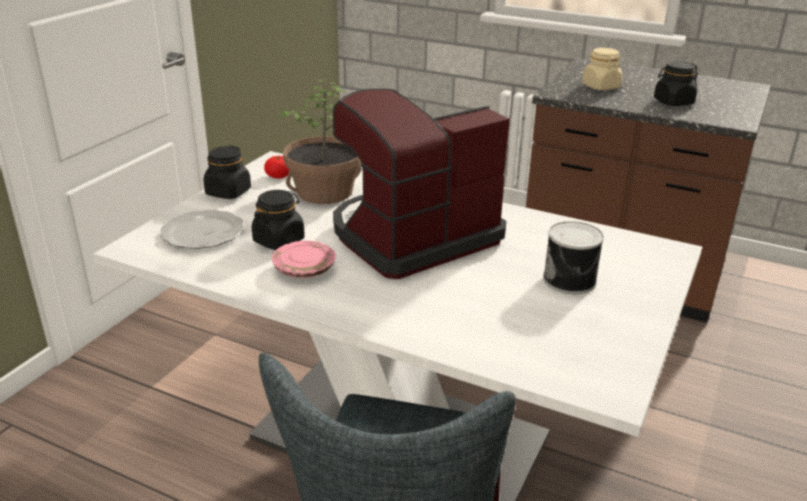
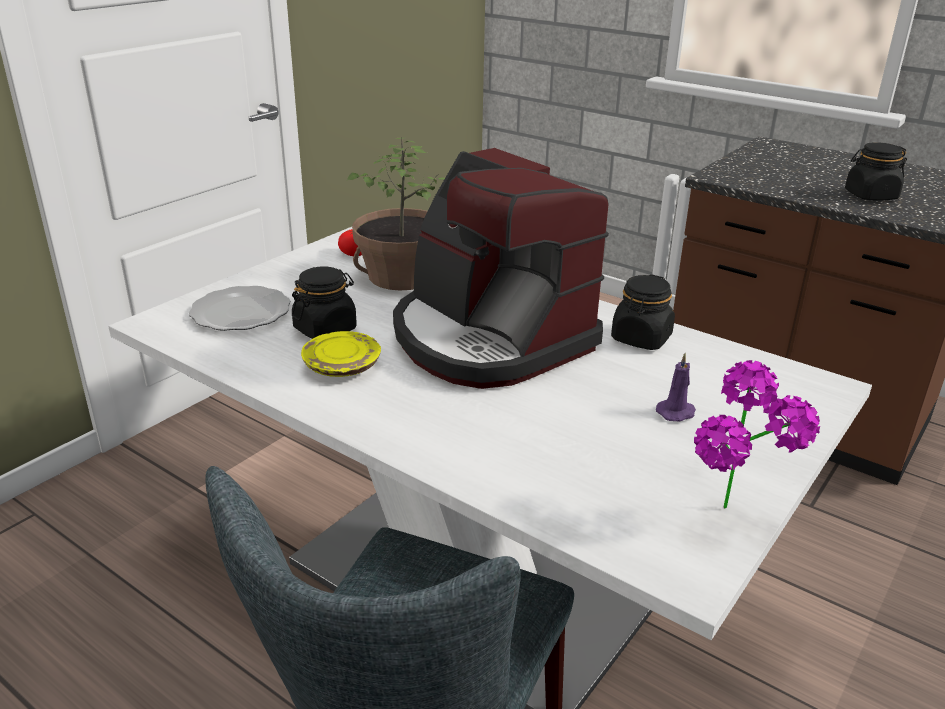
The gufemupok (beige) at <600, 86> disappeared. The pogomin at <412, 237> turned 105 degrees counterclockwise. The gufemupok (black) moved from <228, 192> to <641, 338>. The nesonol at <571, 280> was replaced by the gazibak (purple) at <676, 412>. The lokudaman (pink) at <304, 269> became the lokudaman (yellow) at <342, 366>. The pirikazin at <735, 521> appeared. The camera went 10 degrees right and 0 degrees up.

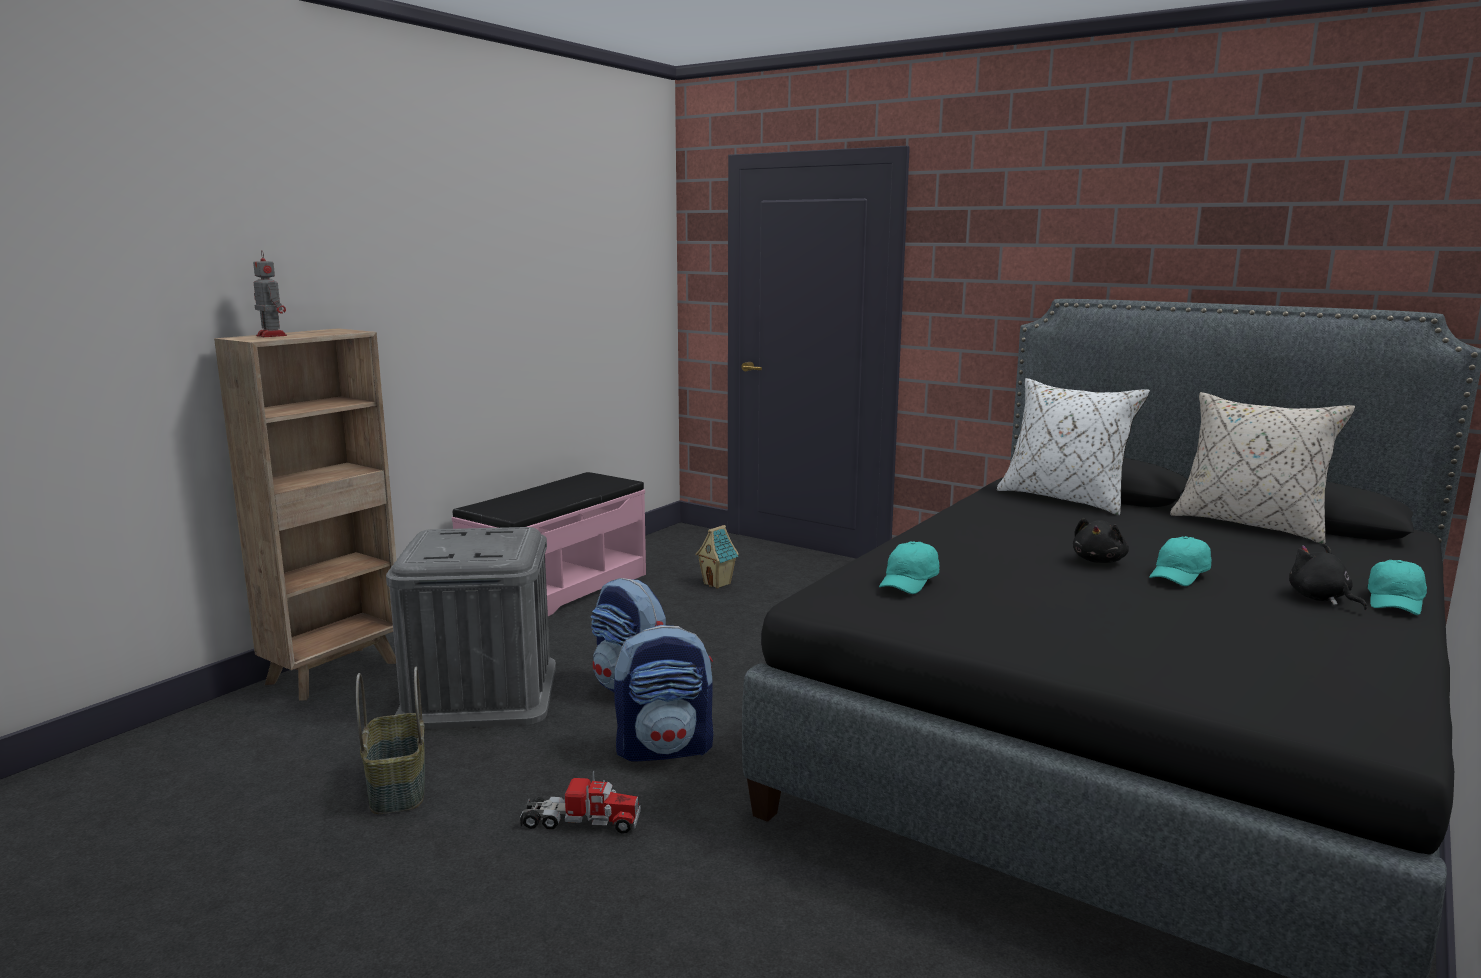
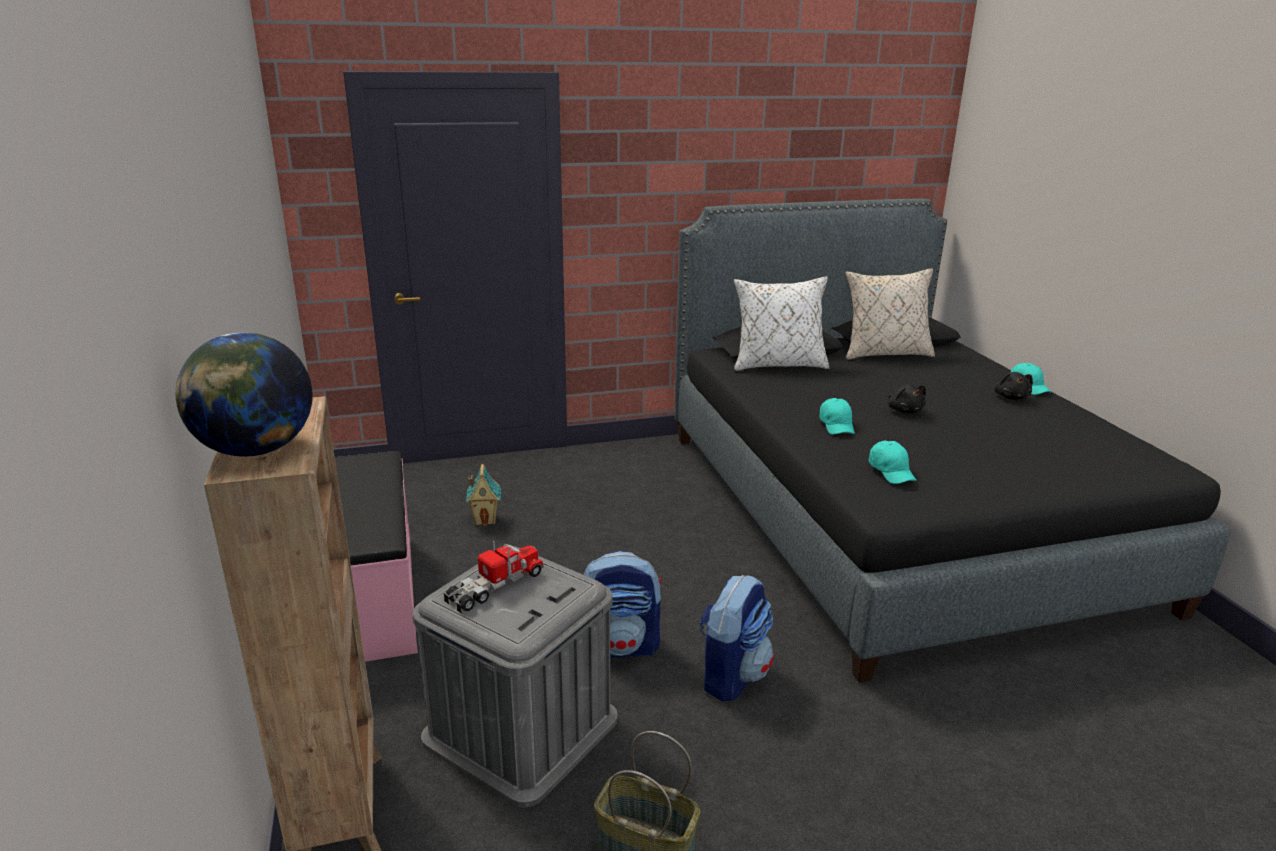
The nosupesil at <271, 335> was replaced by the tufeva at <255, 450>. The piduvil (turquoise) moved from <1179, 575> to <837, 425>. The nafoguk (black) at <1320, 599> turned 105 degrees counterclockwise. The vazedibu moved from <580, 822> to <495, 587>. The camera went 50 degrees left and 10 degrees up.

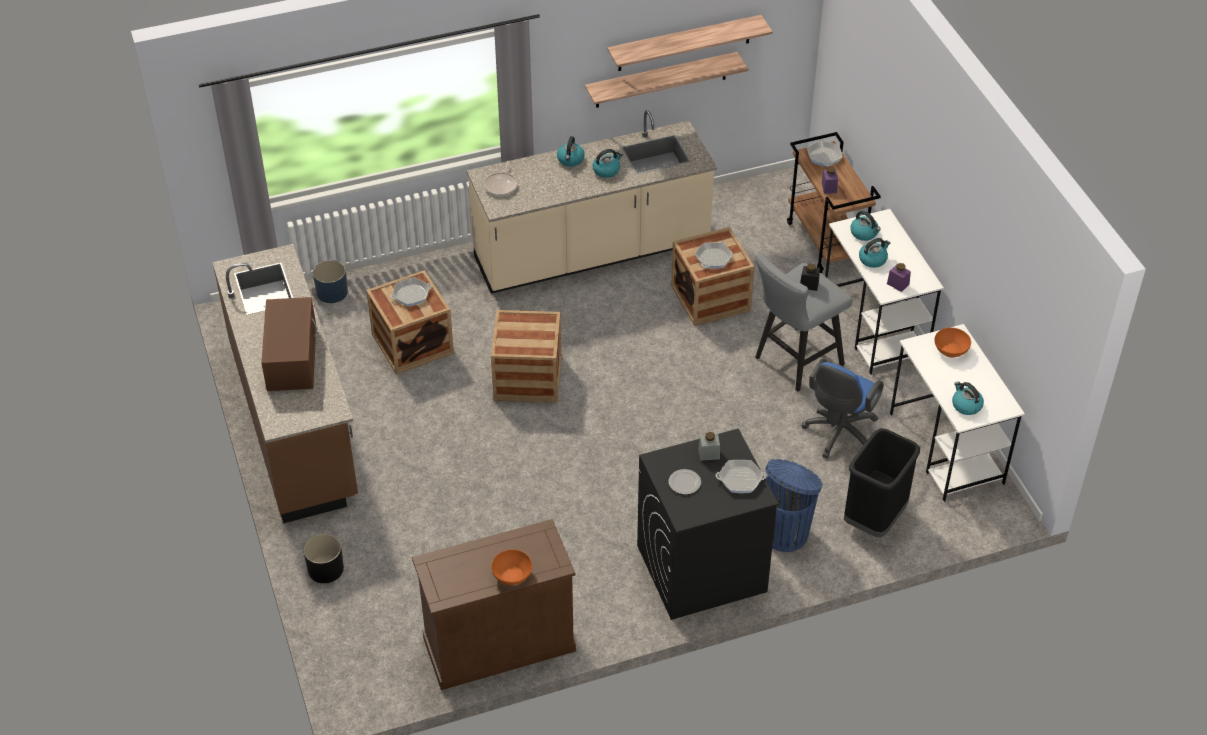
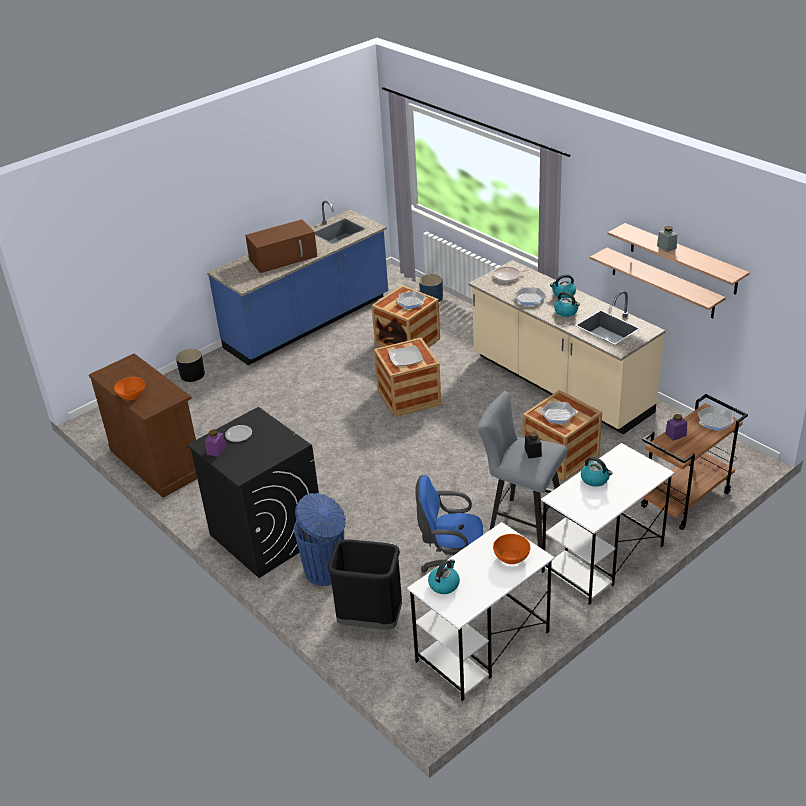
The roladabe at <864, 233> disappeared. The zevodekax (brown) at <295, 422> became the zevodekax (blue) at <308, 323>. The gufemupok (purple) moved from <898, 284> to <216, 450>. The gufemupok (grey) moved from <709, 454> to <666, 247>. The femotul moved from <740, 479> to <530, 299>. The lokudaman at <406, 357> appeared. The camera went 70 degrees right and 10 degrees down.

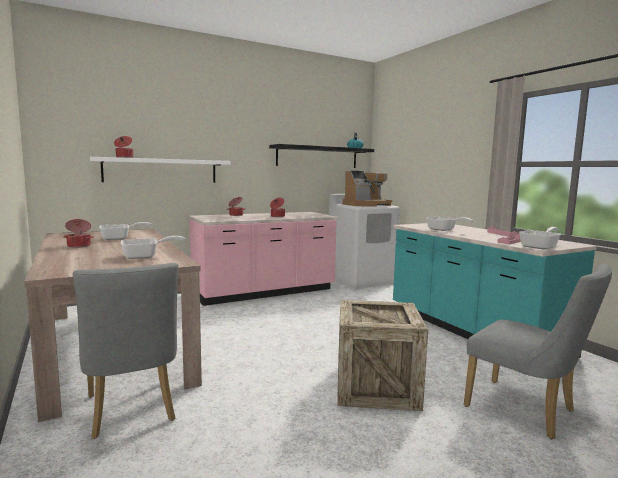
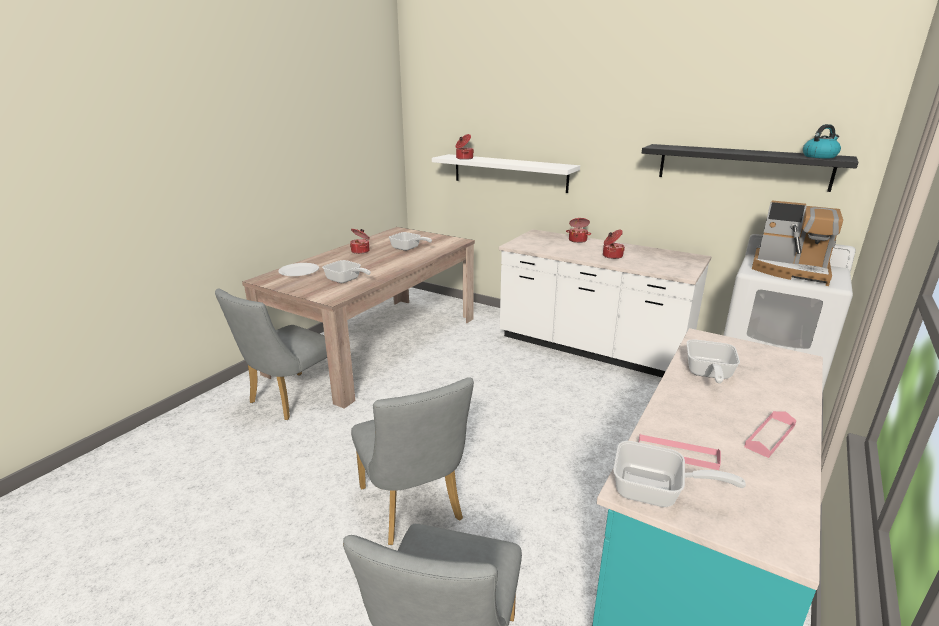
The zevodekax (pink) at <264, 292> became the zevodekax (white) at <592, 348>. The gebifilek at <376, 387> was replaced by the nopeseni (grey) at <414, 508>. The lokudaman (white) at <299, 271> appeared. The camera went 60 degrees right and 15 degrees up.

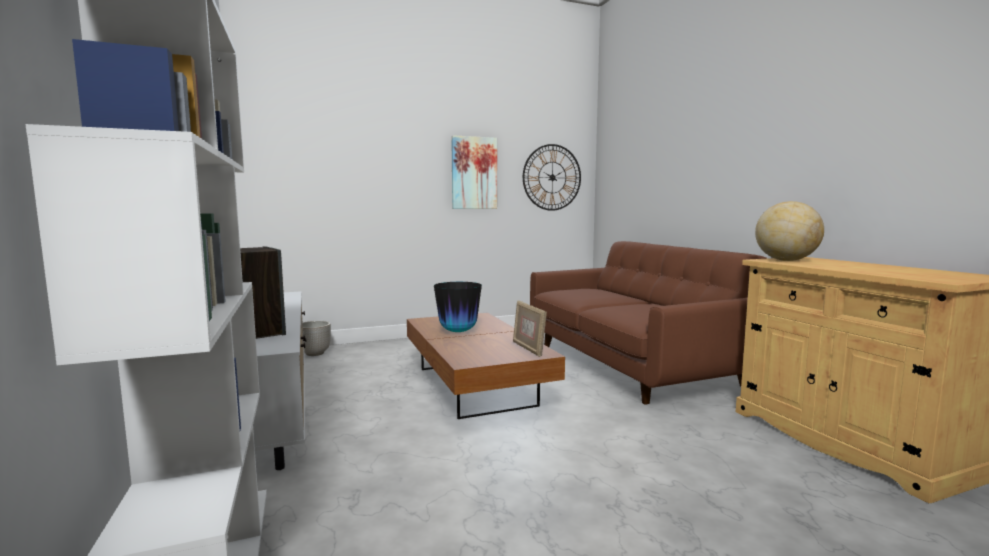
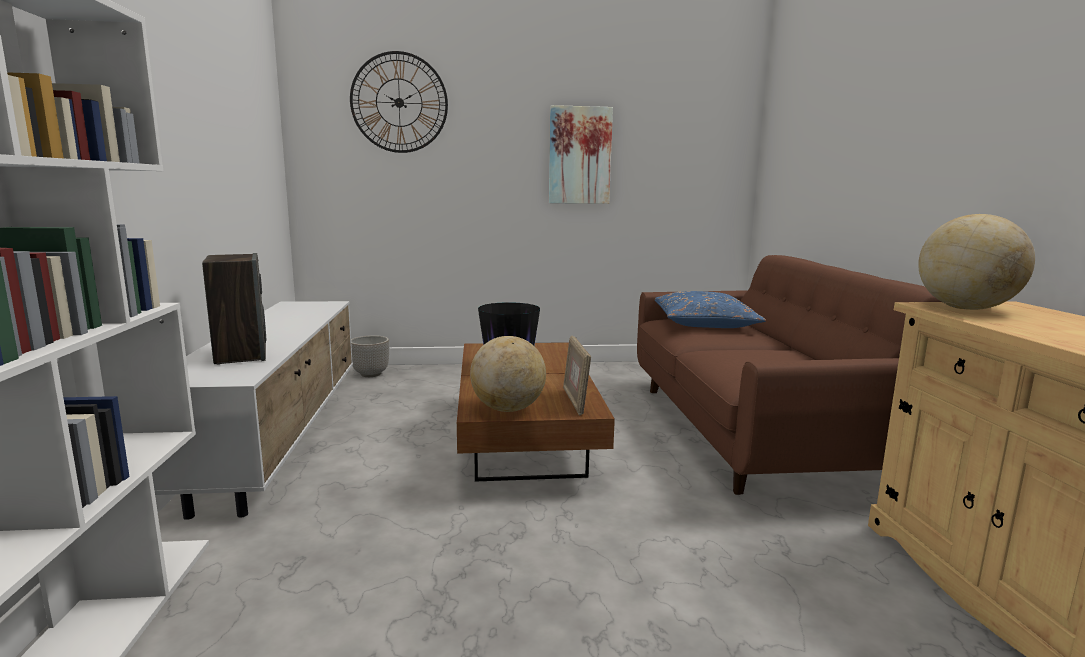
The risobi moved from <552, 177> to <399, 102>. The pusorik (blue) at <704, 323> appeared. The tufeva at <508, 409> appeared. The camera went 15 degrees right and 5 degrees up.

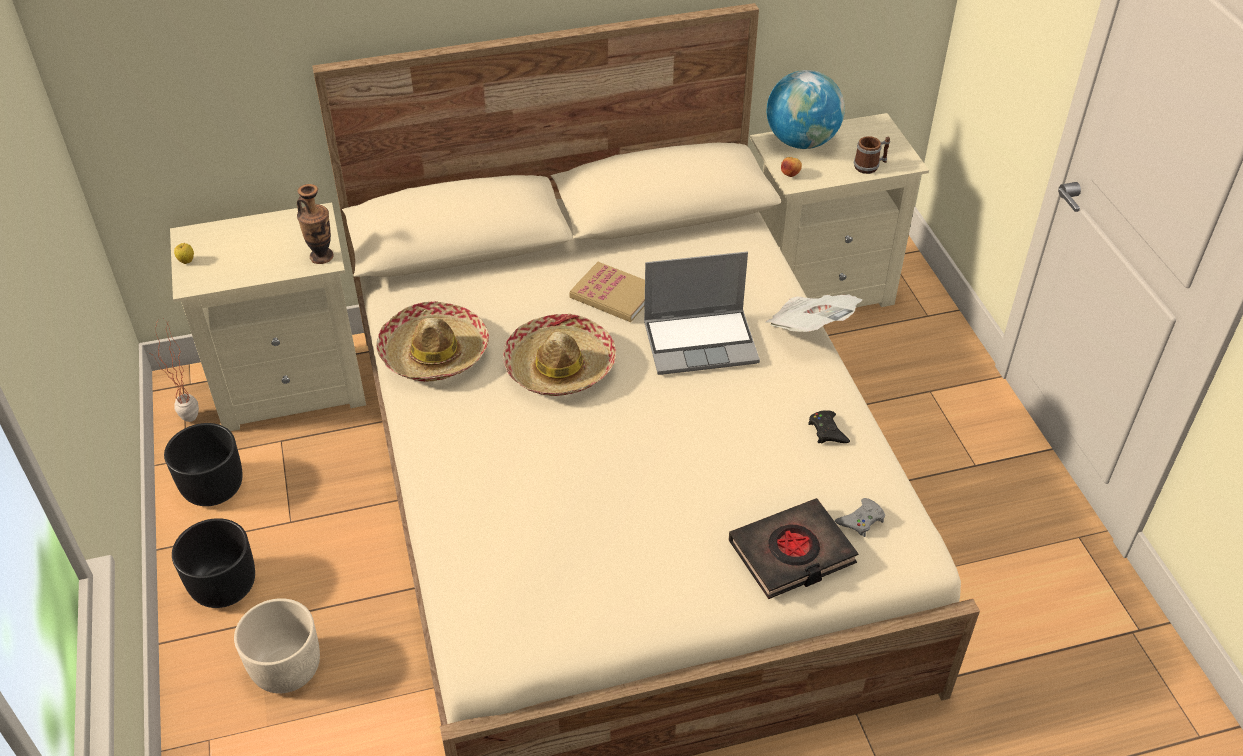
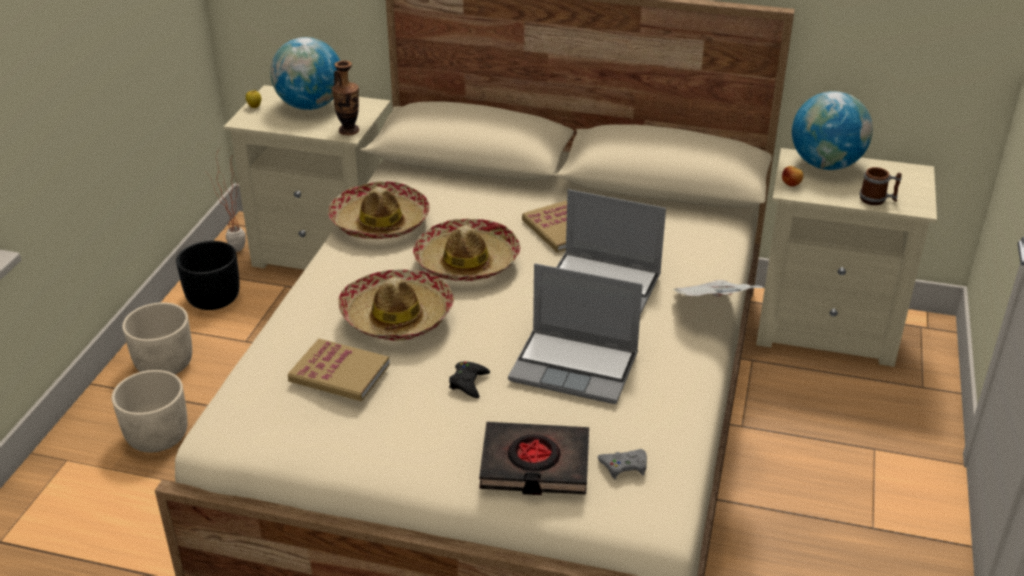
The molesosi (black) moved from <827, 431> to <468, 383>. The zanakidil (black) at <224, 585> became the zanakidil (beige) at <165, 364>. The tufeva at <310, 106> appeared. The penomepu at <576, 367> appeared. The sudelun at <397, 316> appeared. The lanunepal at <339, 373> appeared. The camera went 30 degrees right and 10 degrees down.

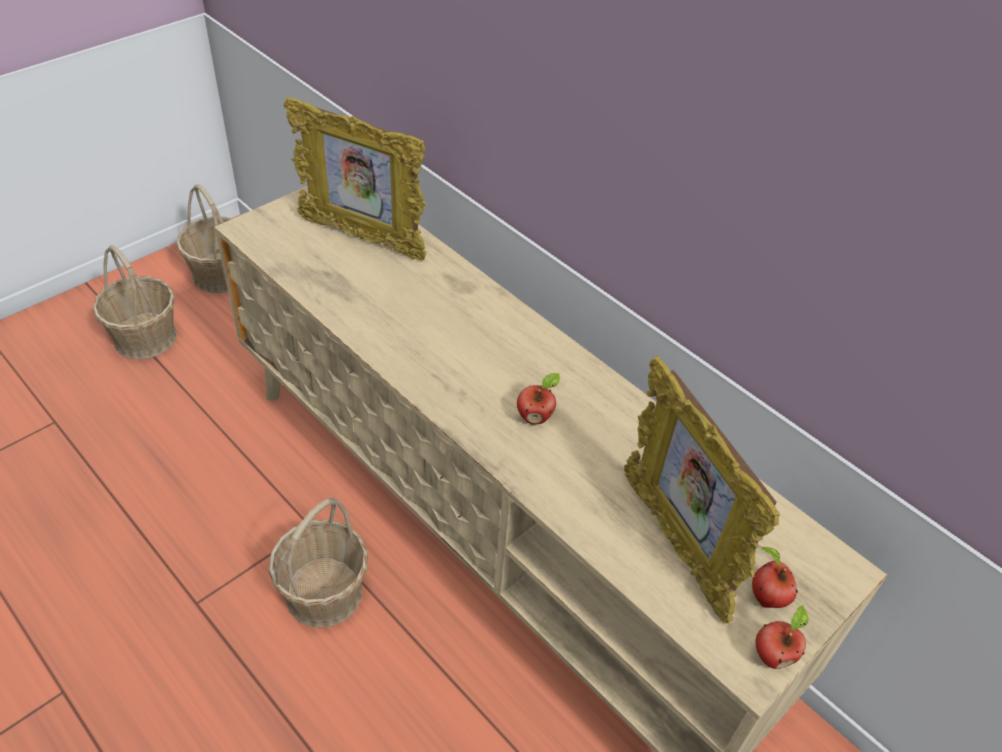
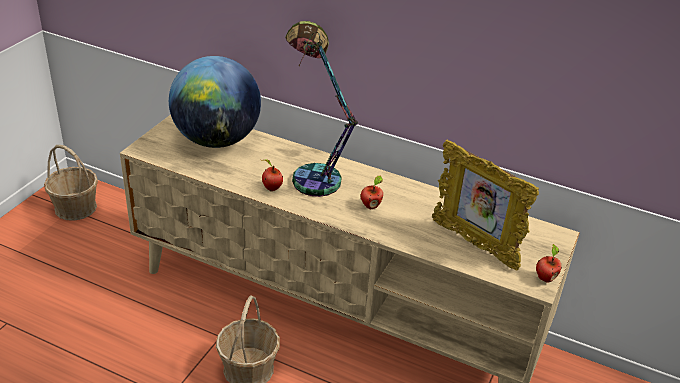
The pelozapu at <362, 238> was replaced by the tufeva at <217, 140>. The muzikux at <145, 337> disappeared. The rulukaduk moved from <765, 597> to <271, 188>. The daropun at <314, 173> appeared. The camera went 20 degrees left and 10 degrees down.

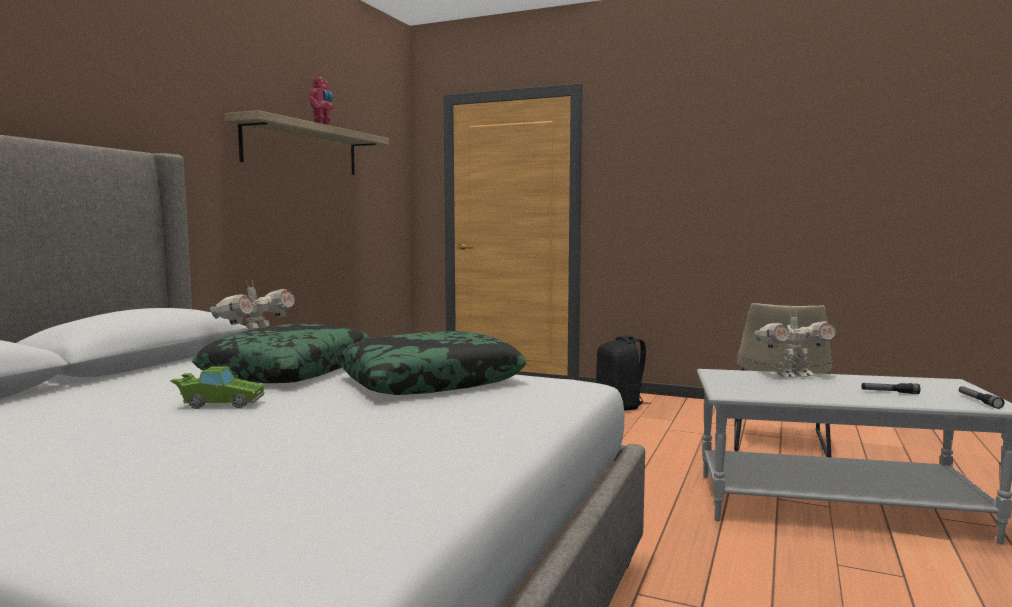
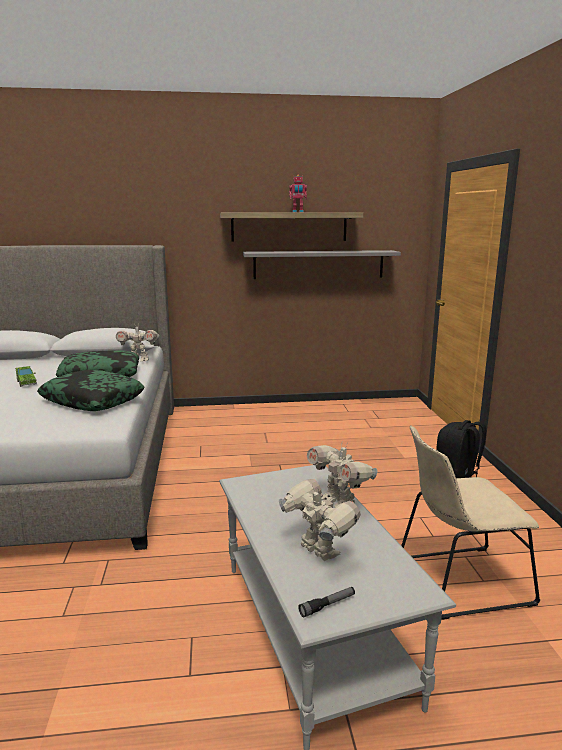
The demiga at <889, 392> was replaced by the nosupesil at <317, 552>. The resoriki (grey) at <318, 264> appeared. The camera went 60 degrees right and 10 degrees up.

